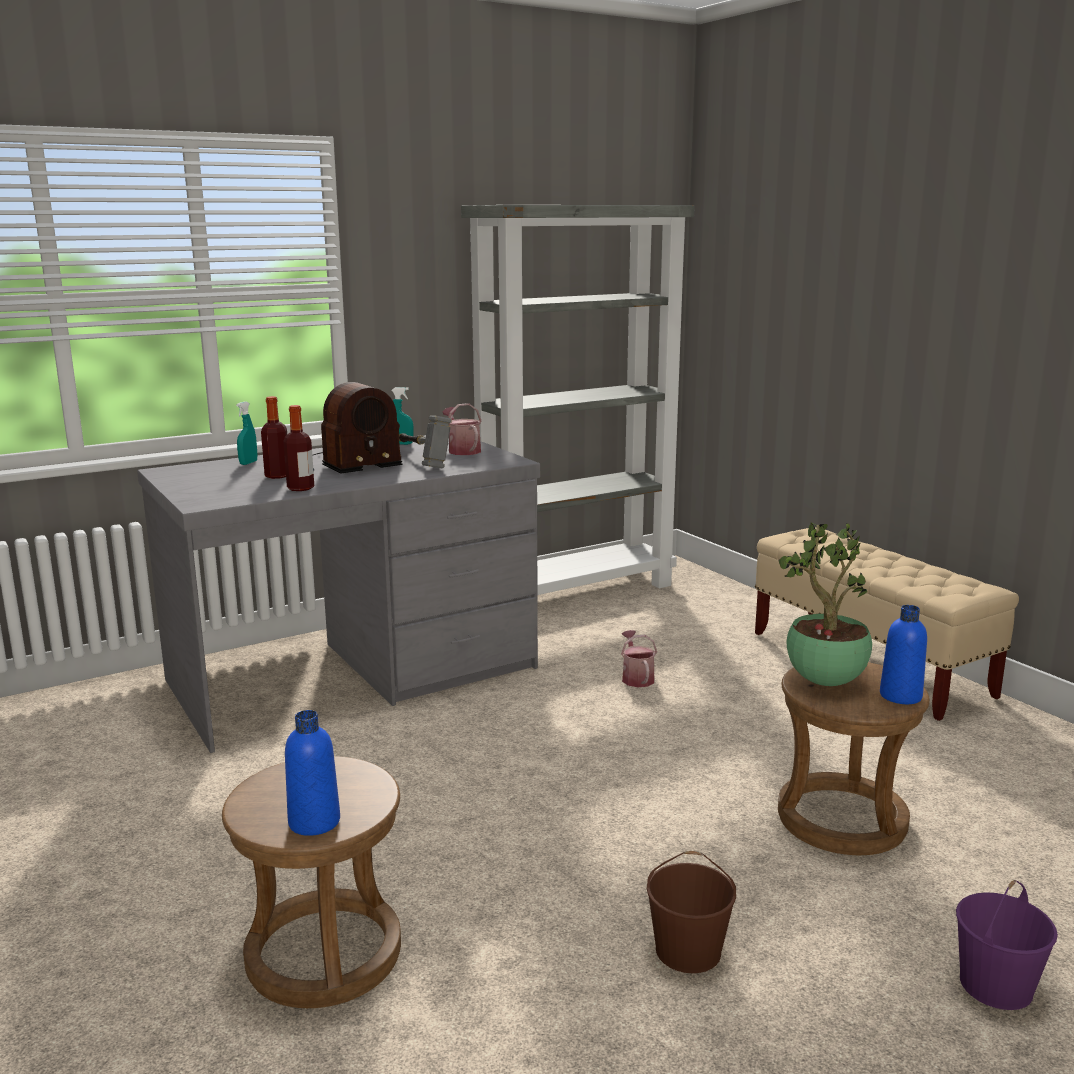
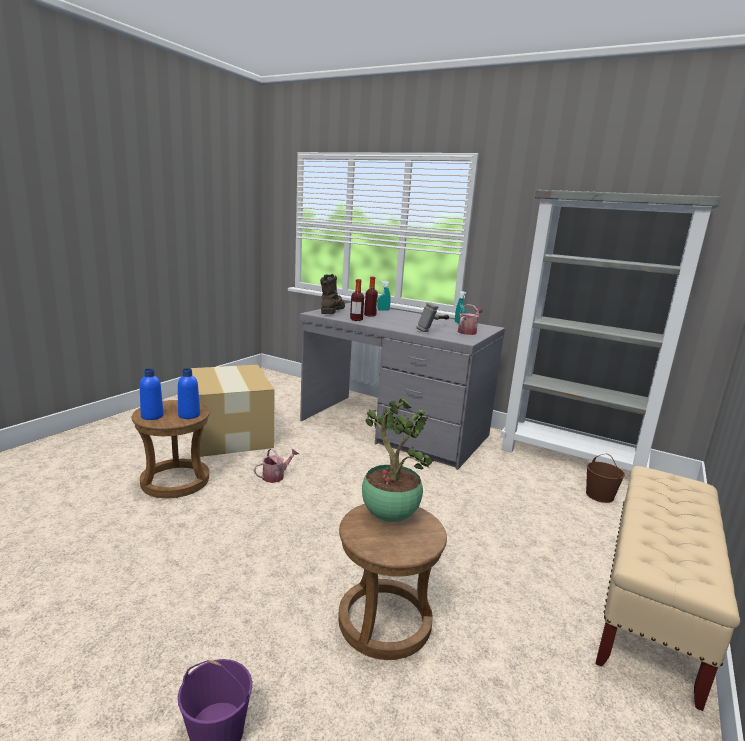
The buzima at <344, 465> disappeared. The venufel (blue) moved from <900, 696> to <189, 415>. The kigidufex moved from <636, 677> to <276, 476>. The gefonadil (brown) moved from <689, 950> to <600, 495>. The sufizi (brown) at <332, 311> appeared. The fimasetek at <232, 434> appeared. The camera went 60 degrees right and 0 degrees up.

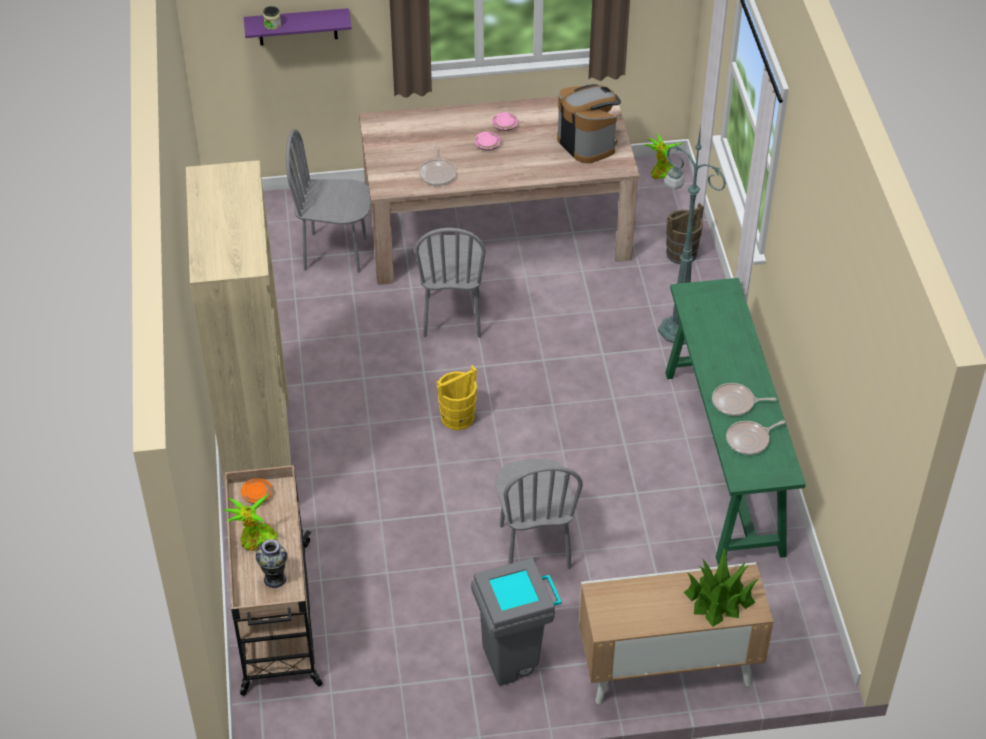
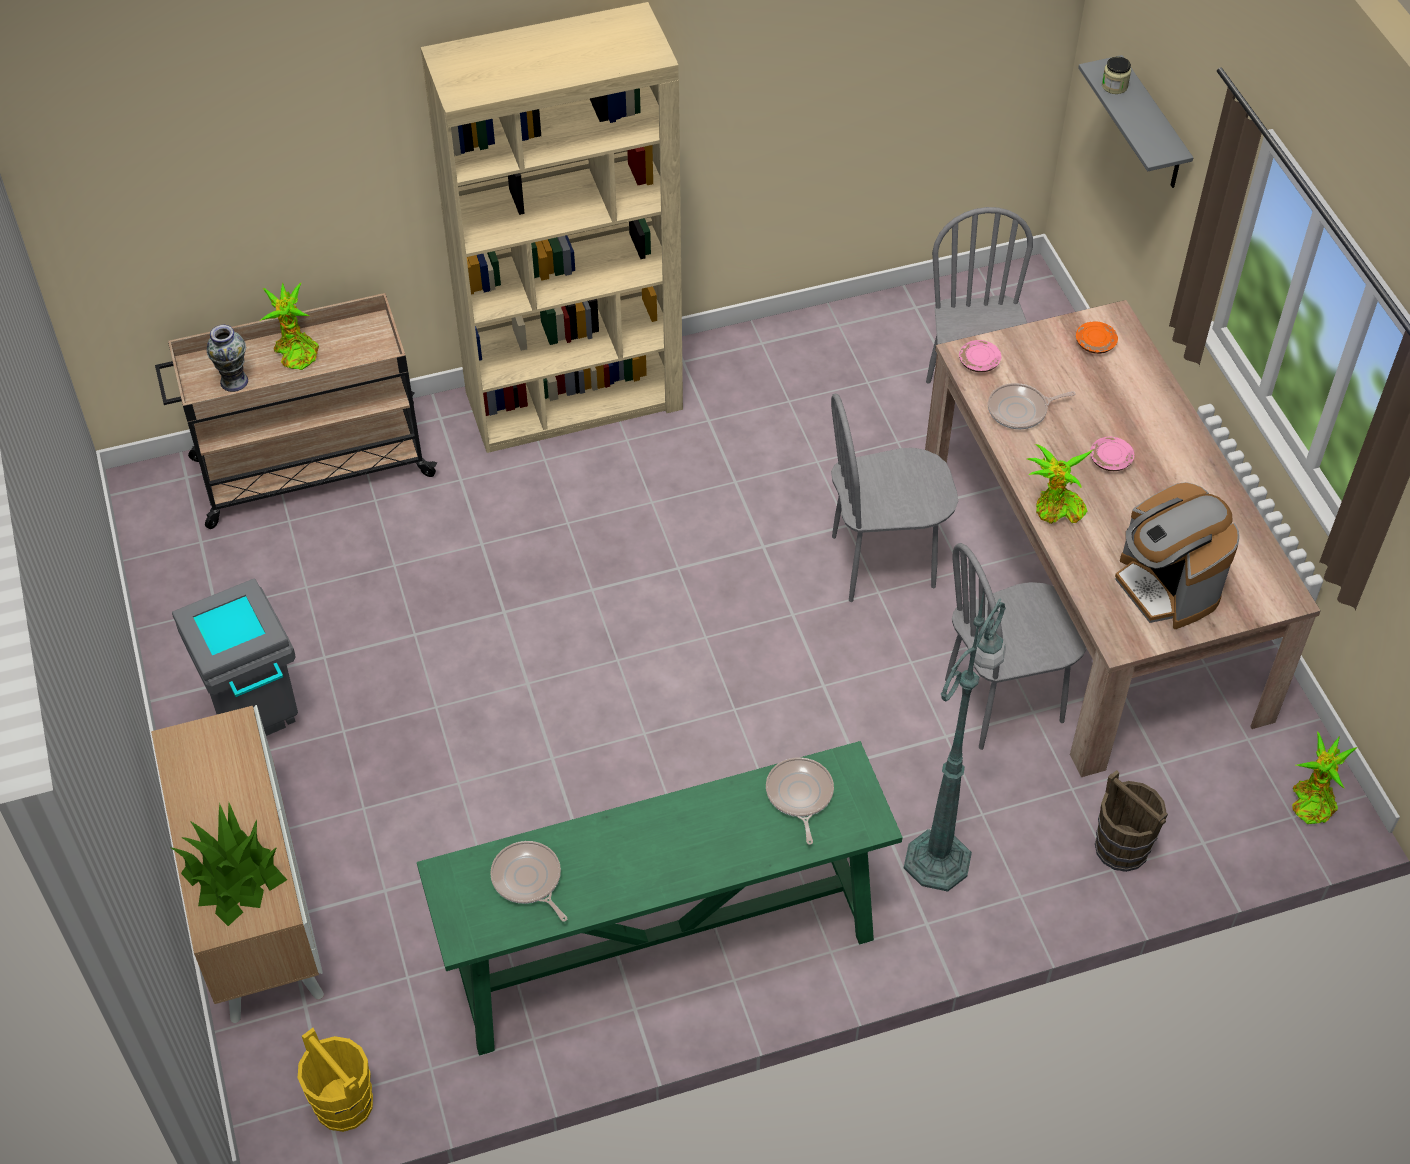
The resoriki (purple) at <297, 27> became the resoriki (grey) at <1152, 127>. The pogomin at <587, 142> turned 105 degrees clockwise. The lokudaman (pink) moved from <505, 125> to <979, 362>. The gefonadil (yellow) moved from <457, 417> to <343, 1103>. The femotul moved from <735, 403> to <799, 795>. The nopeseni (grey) moved from <534, 547> to <1004, 701>. The lokudaman (orange) moved from <257, 495> to <1095, 343>. The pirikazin at <1056, 510> appeared. The camera went 80 degrees right and 5 degrees up.

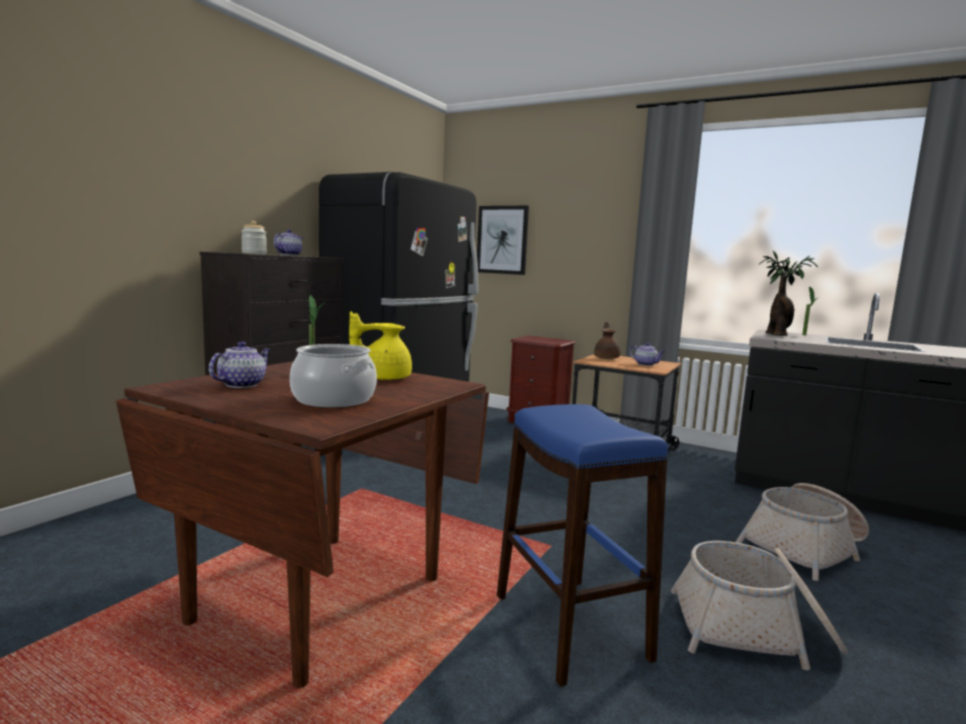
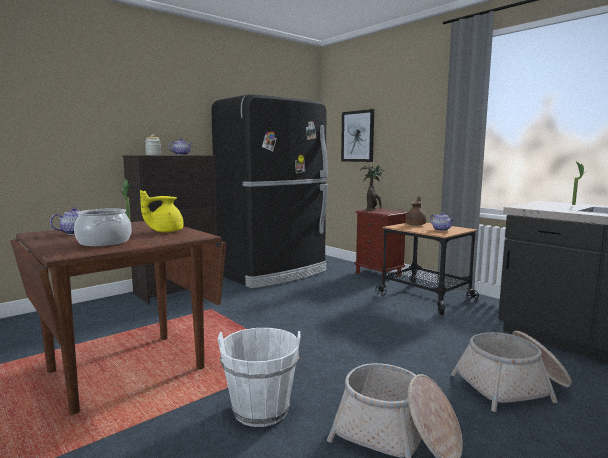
The pirikazin moved from <776, 335> to <372, 210>. The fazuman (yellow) at <383, 378> turned 45 degrees counterclockwise. The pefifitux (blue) at <570, 626> was replaced by the gefonadil (white) at <260, 410>. The camera went 20 degrees right and 0 degrees up.

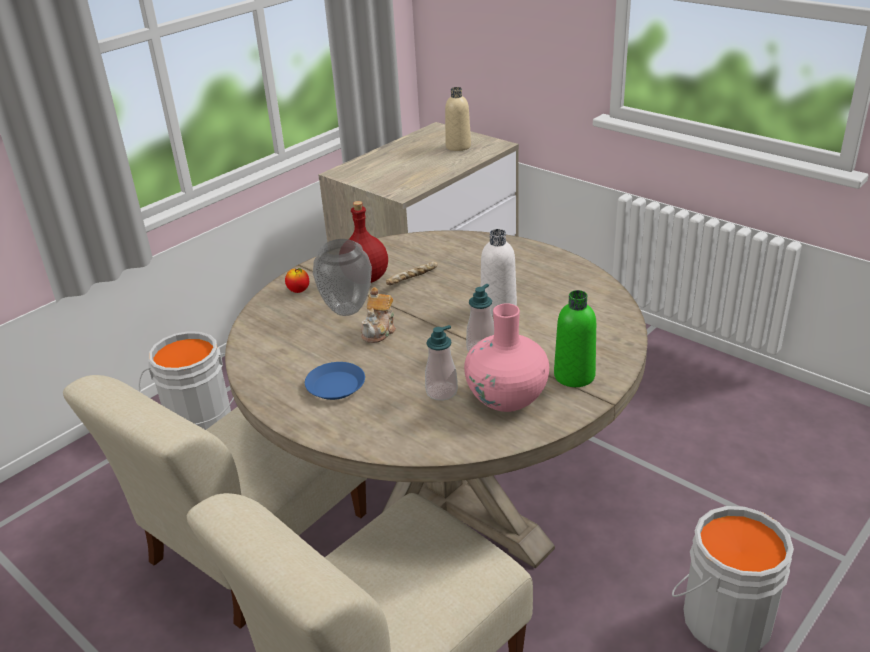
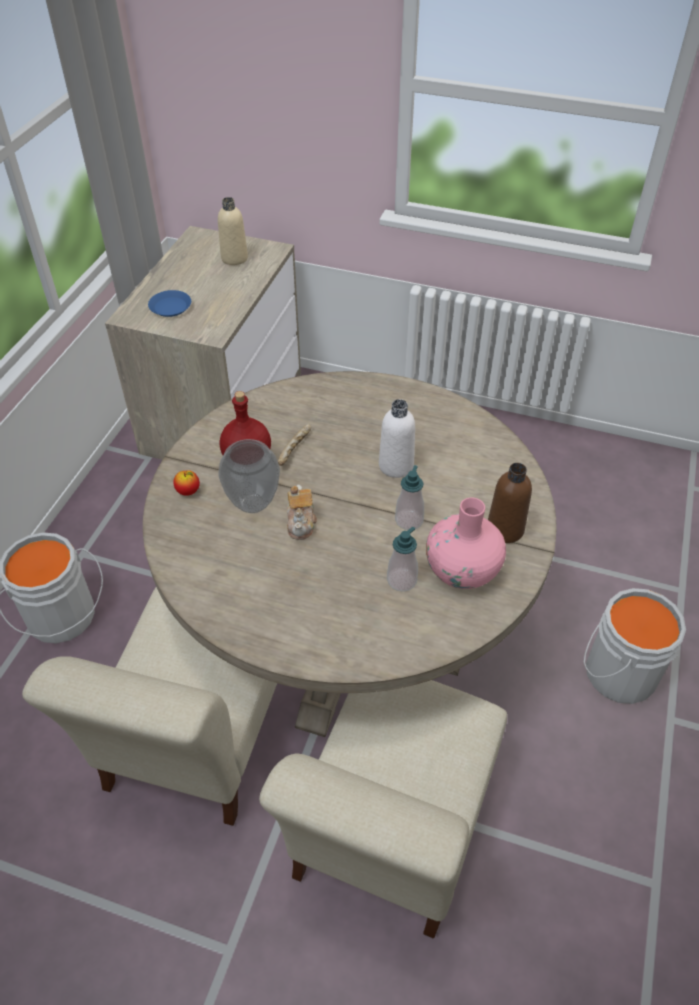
The venufel (green) at <574, 376> became the venufel (brown) at <505, 529>. The lokudaman (blue) moved from <336, 385> to <170, 307>. The camera went 25 degrees left and 15 degrees up.

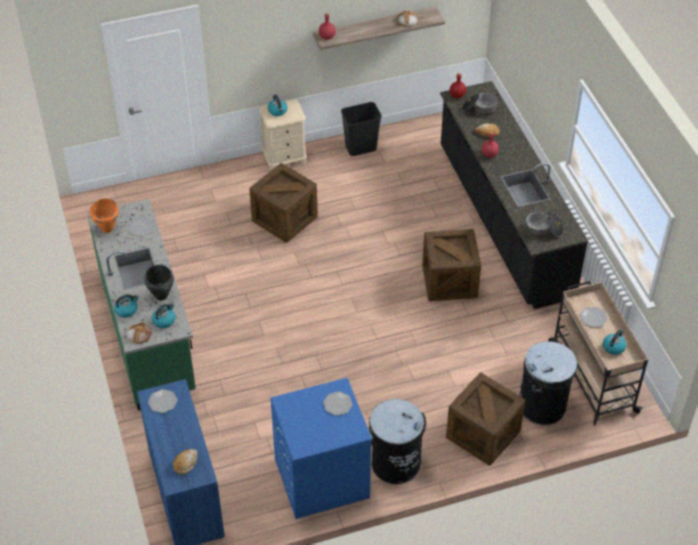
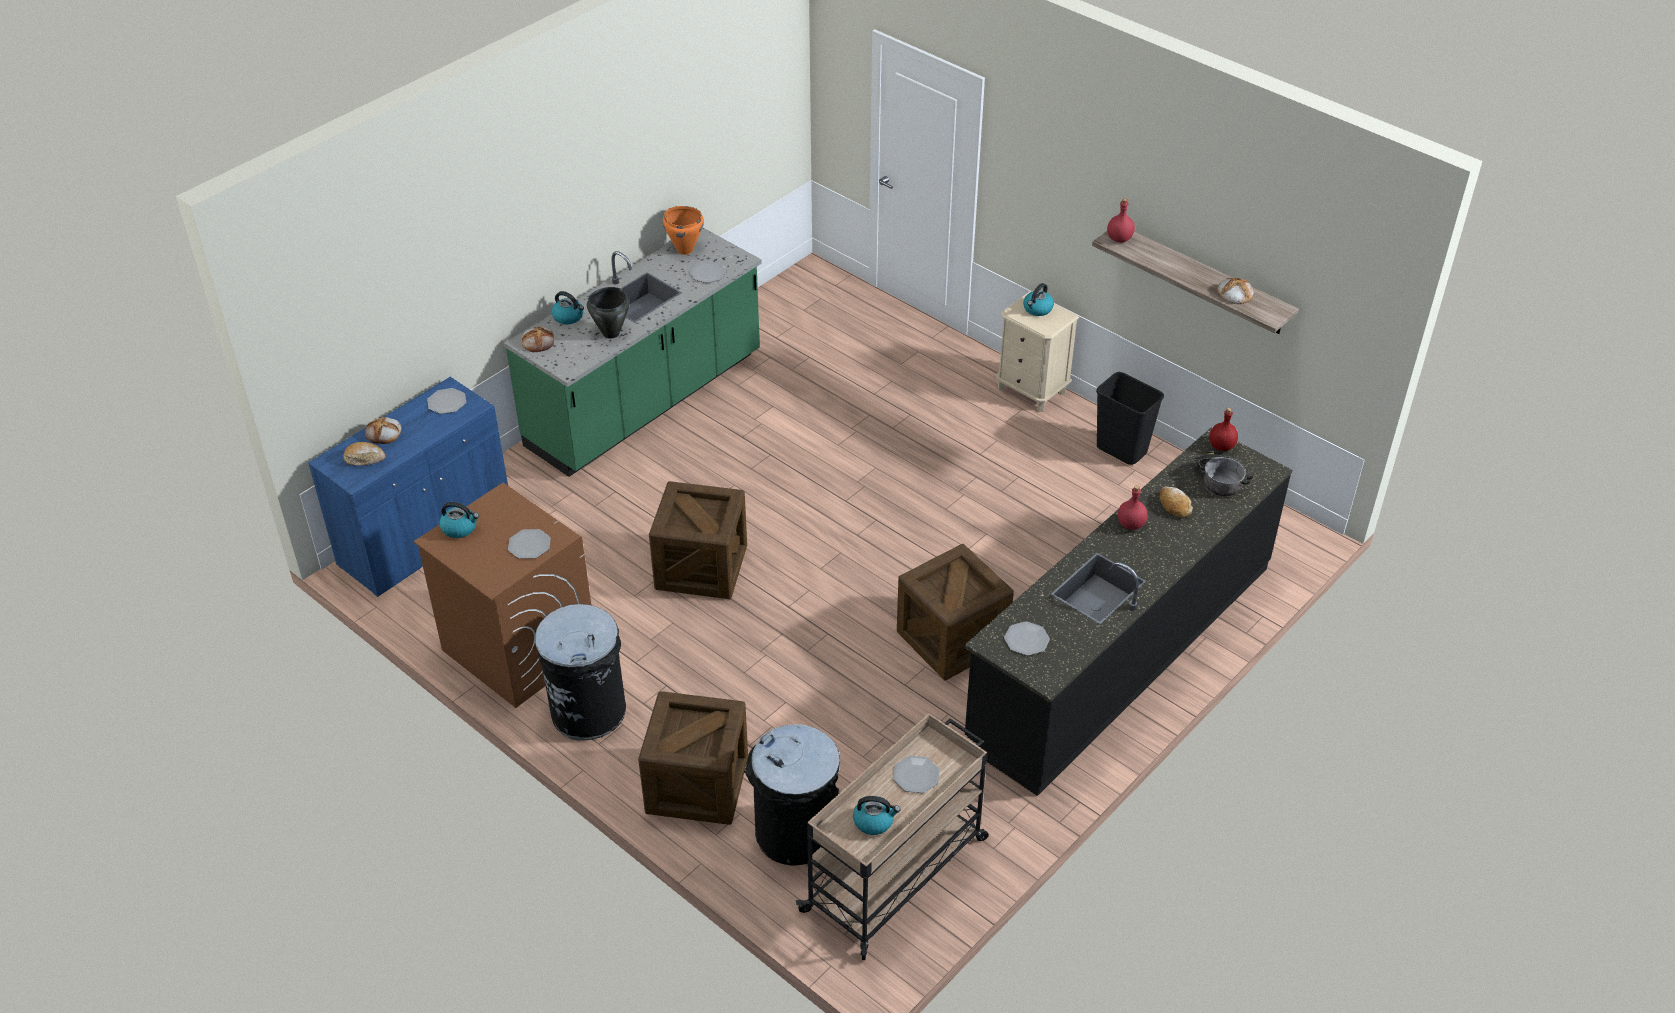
The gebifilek moved from <284, 219> to <701, 567>. The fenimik at <543, 230> was replaced by the lokudaman at <1026, 639>. The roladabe moved from <164, 320> to <460, 528>. The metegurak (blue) at <321, 479> became the metegurak (brown) at <518, 648>. The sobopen at <384, 433> appeared. The camera went 60 degrees right and 5 degrees down.

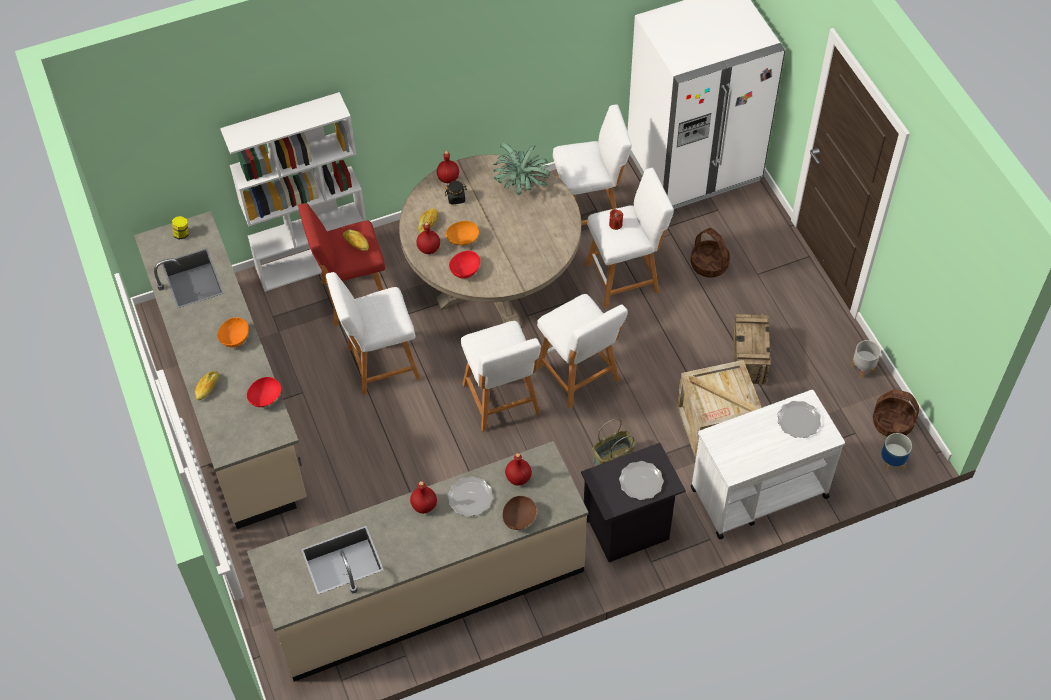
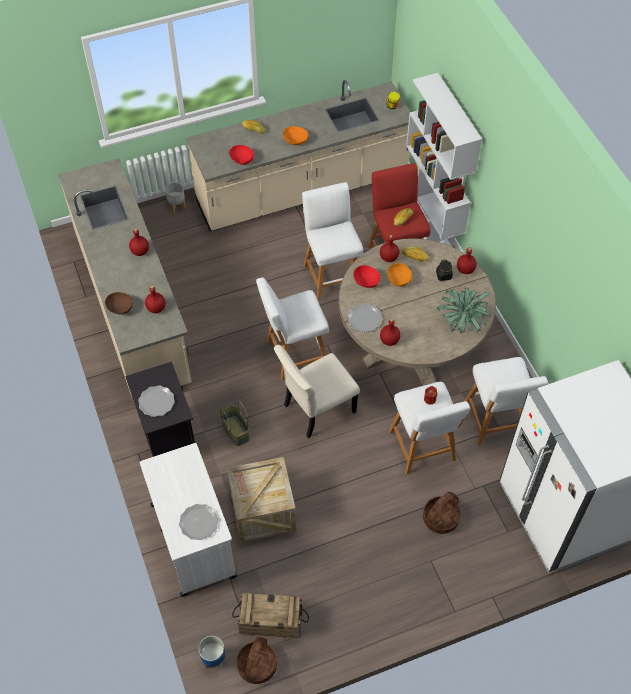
The pefifitux (white) at <580, 376> was replaced by the nopeseni (beige) at <316, 409>. The gebifilek moved from <749, 359> to <271, 622>. The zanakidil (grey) moved from <863, 369> to <176, 205>. The lokudaman moved from <470, 497> to <365, 319>. The venufel (red) at <389, 340> appeared. The camera went 90 degrees right and 0 degrees up.

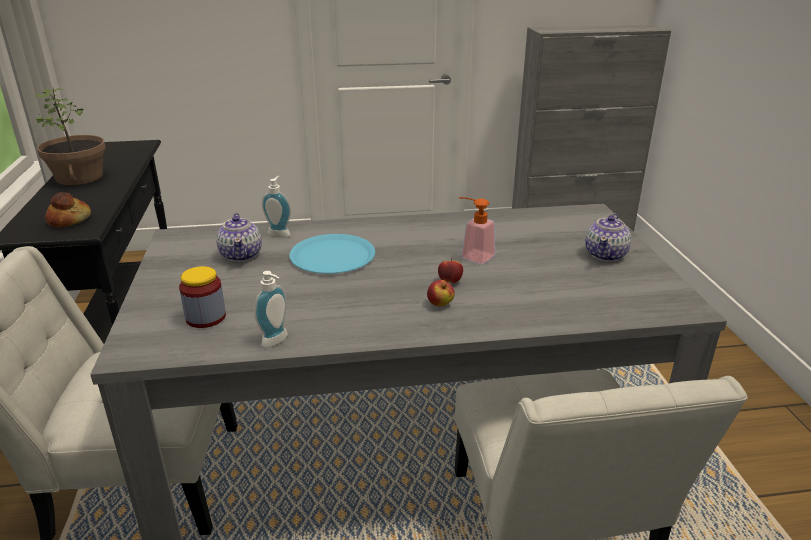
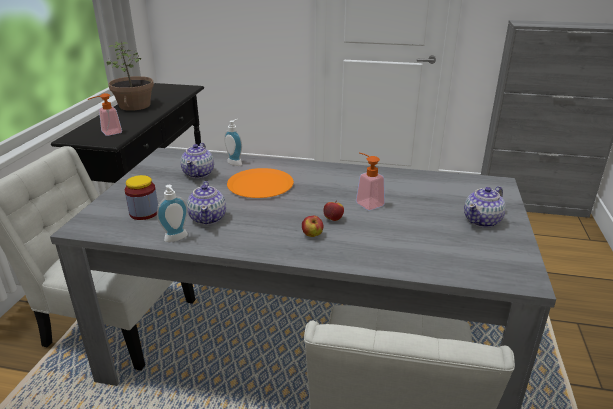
The sobopen at <70, 220> was replaced by the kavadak at <108, 133>. The lokudaman (blue) at <332, 256> became the lokudaman (orange) at <260, 185>. The fazuman at <208, 218> appeared. The camera went 20 degrees right and 0 degrees up.

